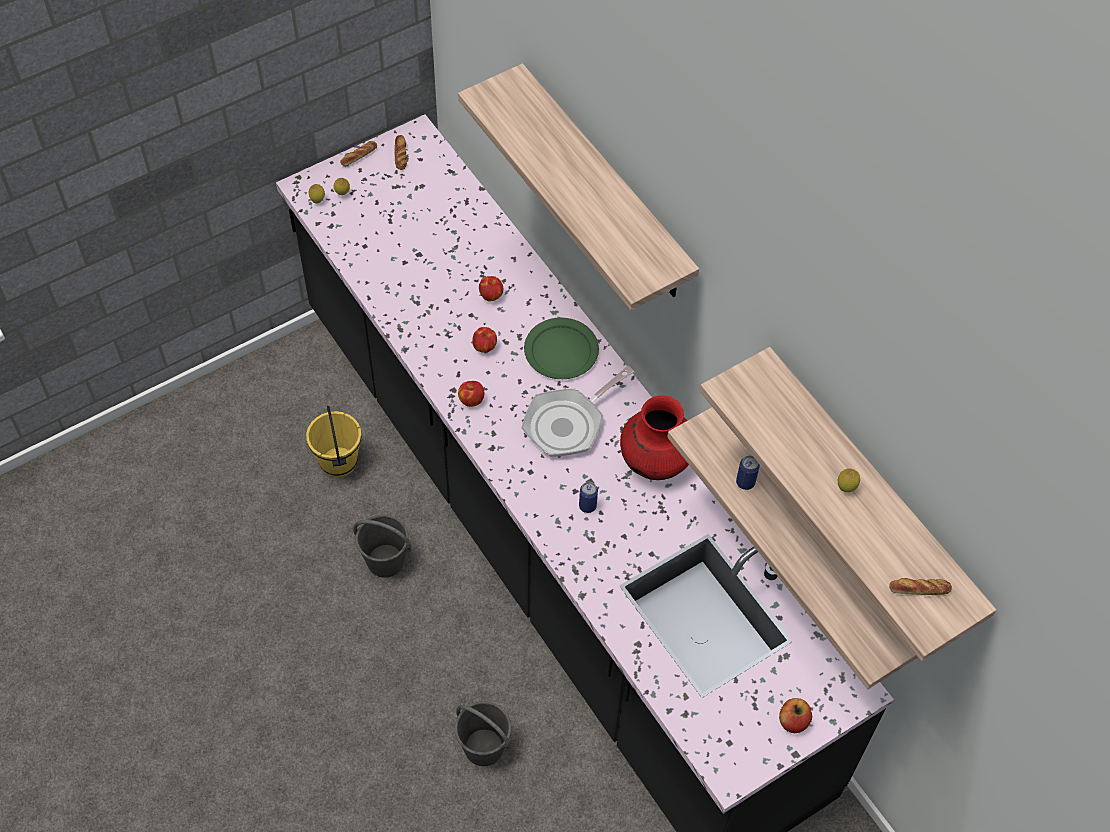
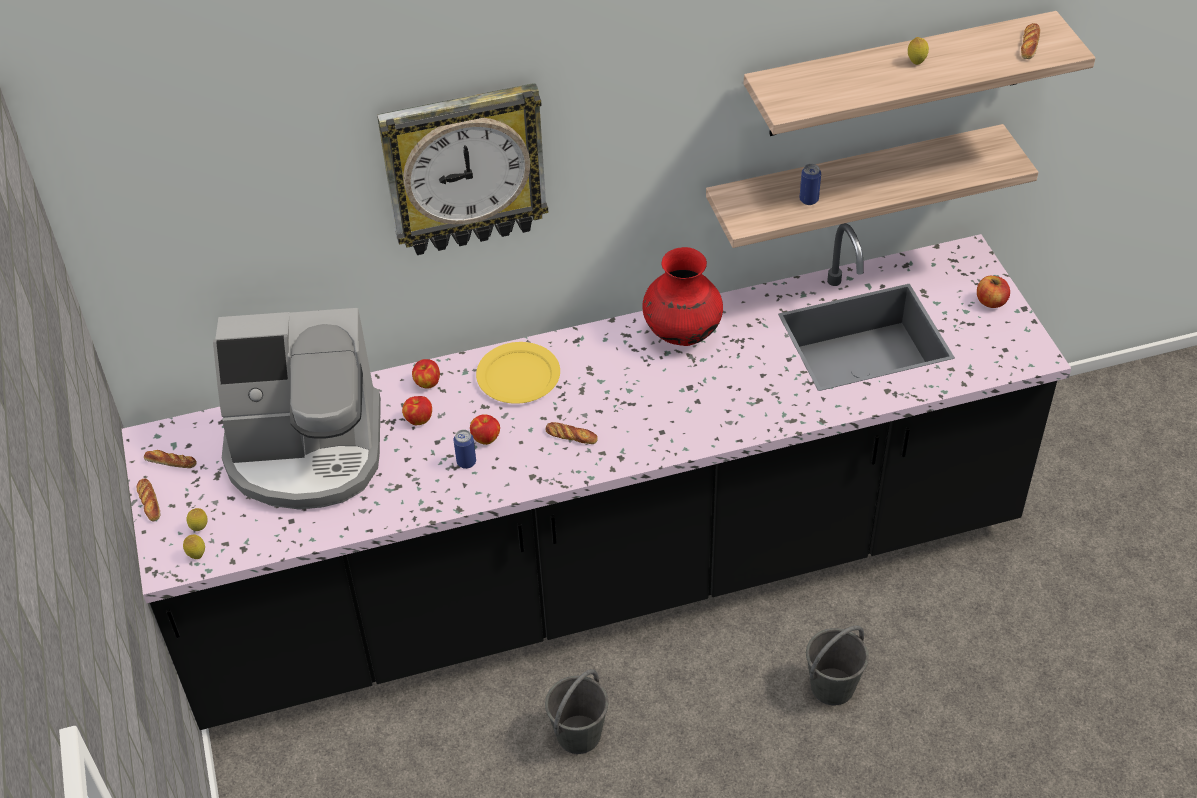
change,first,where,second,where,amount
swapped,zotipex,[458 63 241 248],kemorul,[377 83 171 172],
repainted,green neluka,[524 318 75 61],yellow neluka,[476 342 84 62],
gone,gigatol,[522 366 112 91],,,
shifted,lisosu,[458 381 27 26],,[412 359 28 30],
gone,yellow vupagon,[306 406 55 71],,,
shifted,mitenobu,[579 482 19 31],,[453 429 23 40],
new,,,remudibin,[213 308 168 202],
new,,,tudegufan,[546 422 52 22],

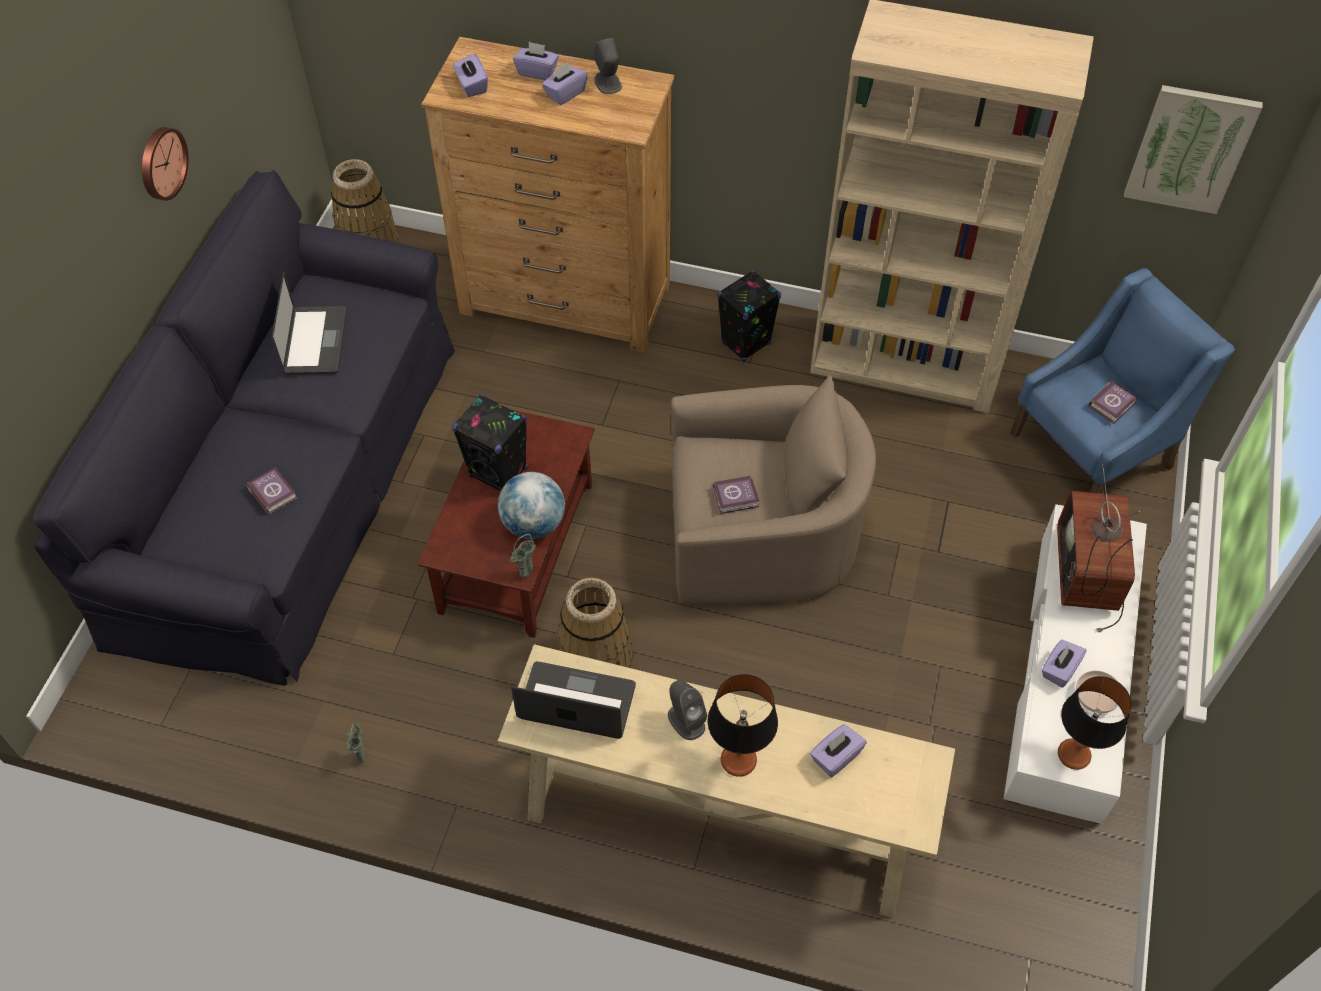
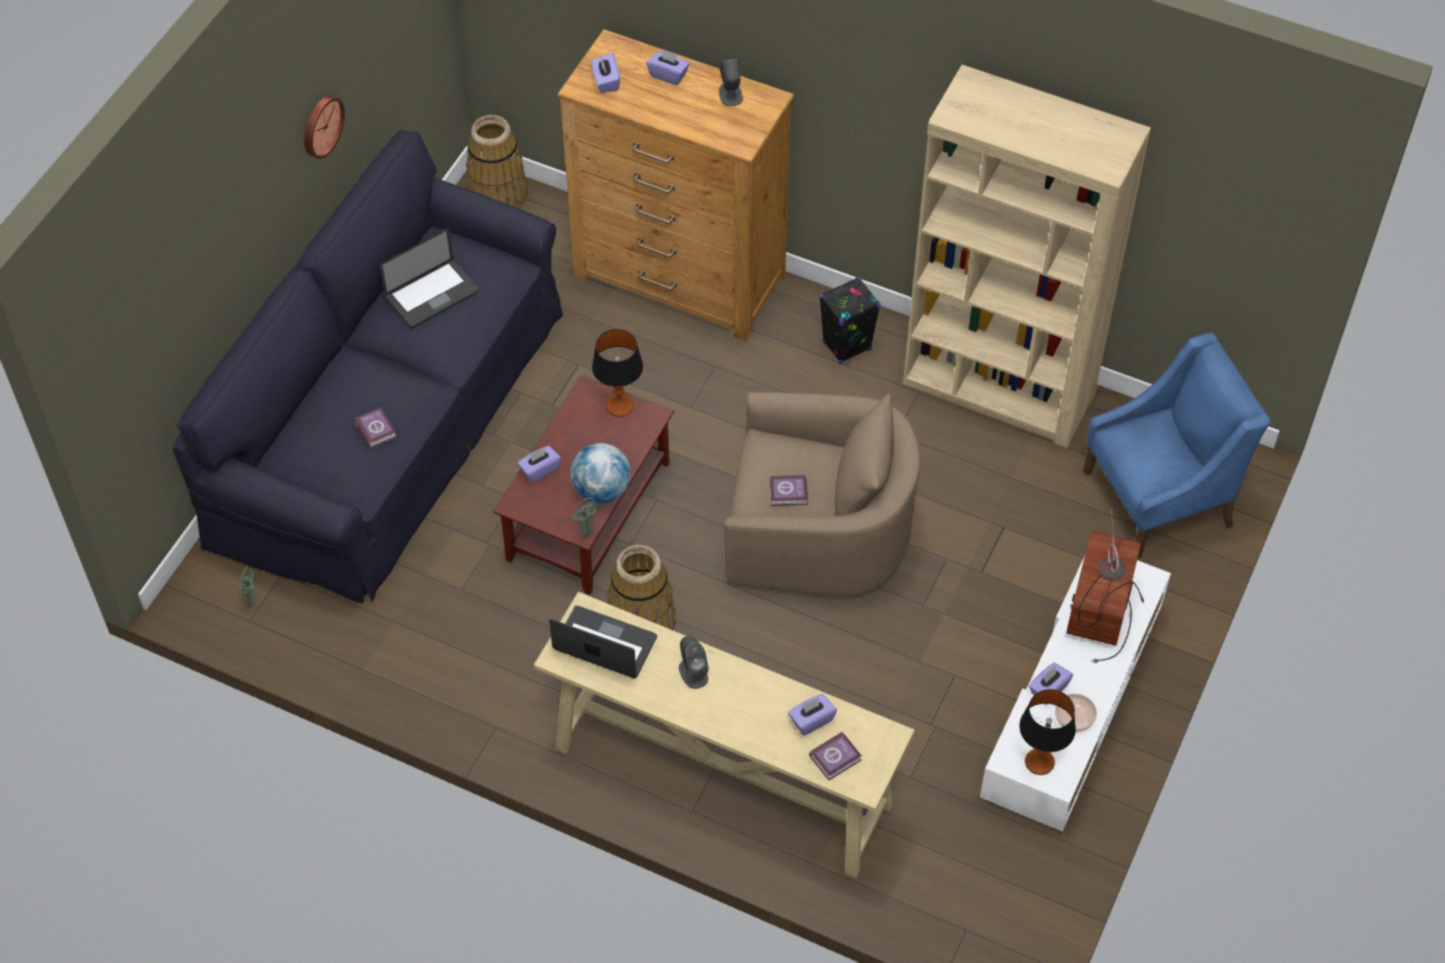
change,first,where,second,where,amount
shifted,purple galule,[542 62 46 43],,[518 446 43 37],
gone,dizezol,[1124 85 139 129],,,
rotated,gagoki,[272 272 75 103],,[380 228 99 100],45 degrees clockwise
shifted,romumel,[1088 380 50 44],,[809 731 53 50],
gone,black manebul,[452 394 75 97],,,
shifted,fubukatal,[708 674 70 103],,[592 329 51 88],
shifted,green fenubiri,[346 723 19 40],,[239 567 17 39],

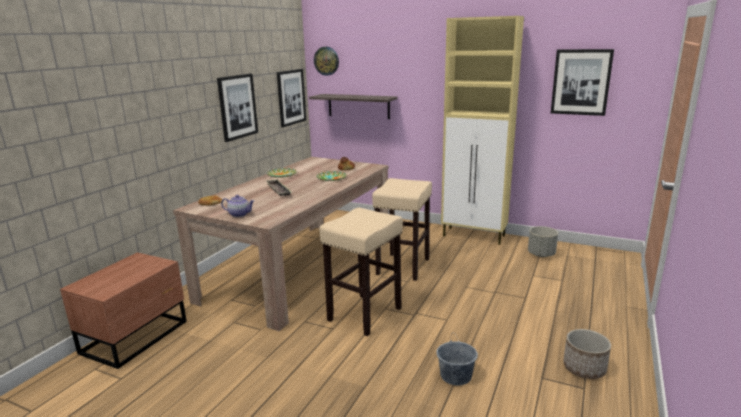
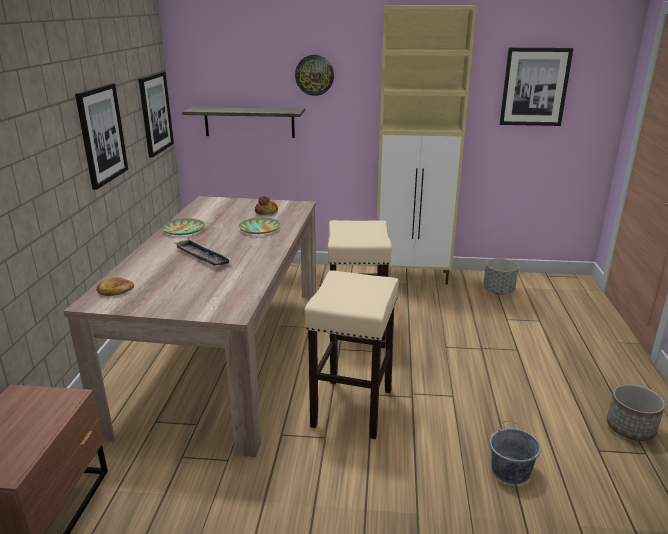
change,first,where,second,where,amount
shifted,kemorul,[314 47 25 29],,[295 55 39 41],
gone,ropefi,[221 195 33 22],,,

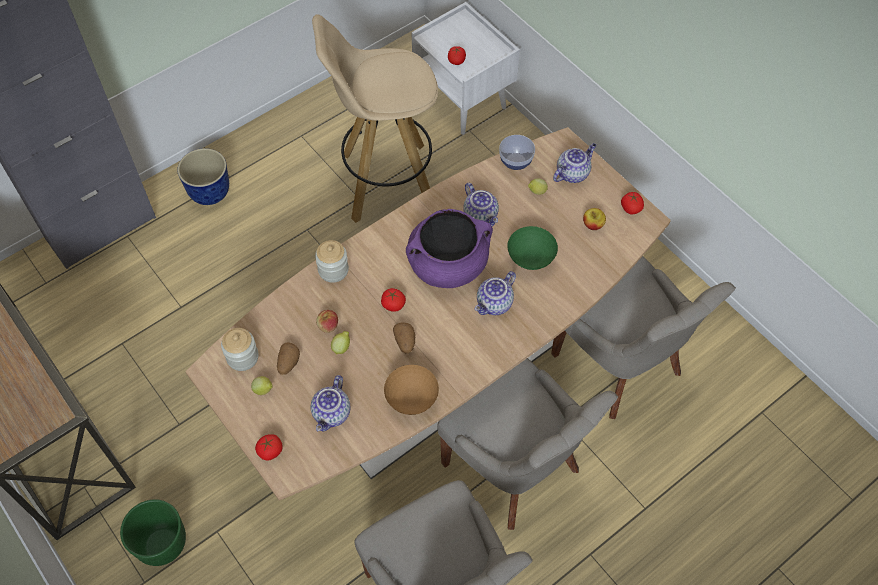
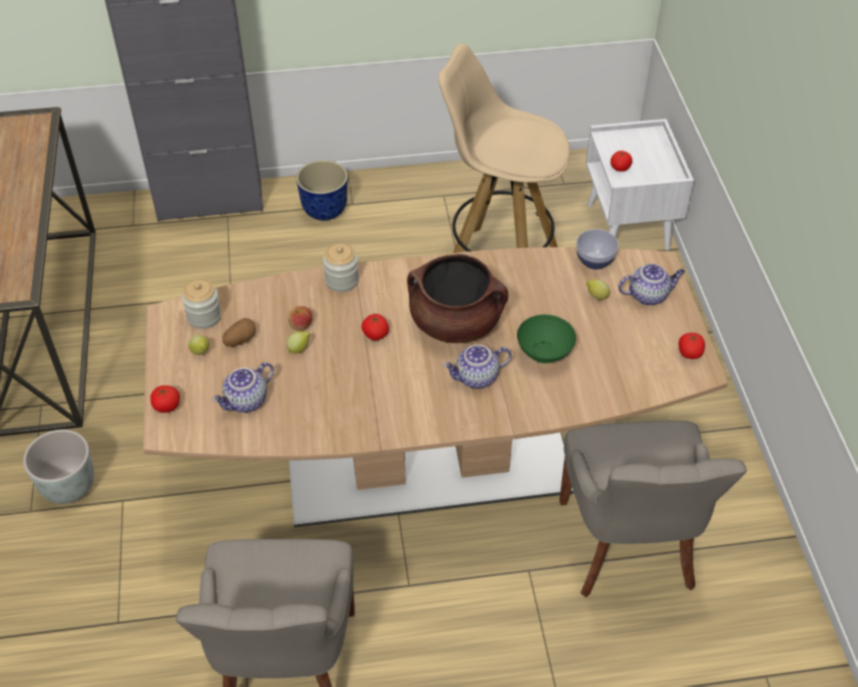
change,first,where,second,where,amount
gone,ropefi,[463 183 36 44],,,
gone,lisosu,[583 208 23 22],,,
repainted,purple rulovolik,[406 209 87 79],brown rulovolik,[407 254 101 89],
gone,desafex,[393 322 22 32],,,
gone,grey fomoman,[437 358 181 172],,,
gone,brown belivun,[384 365 55 50],,,
repainted,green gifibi,[120 499 66 67],grey gifibi,[23 430 71 74],

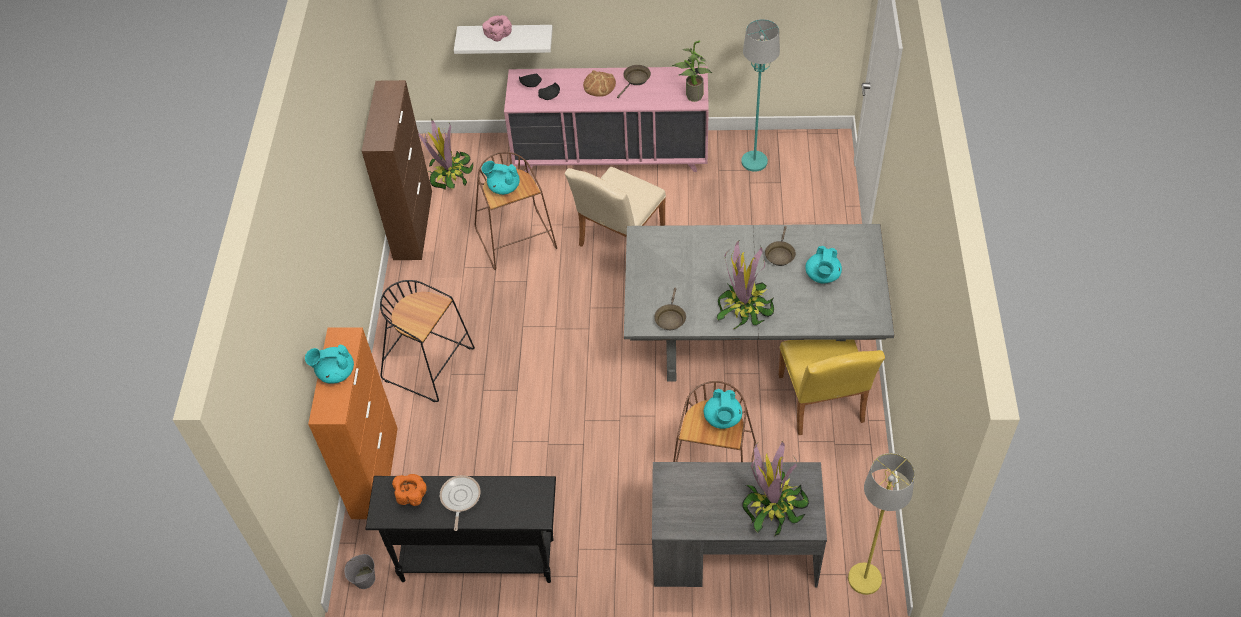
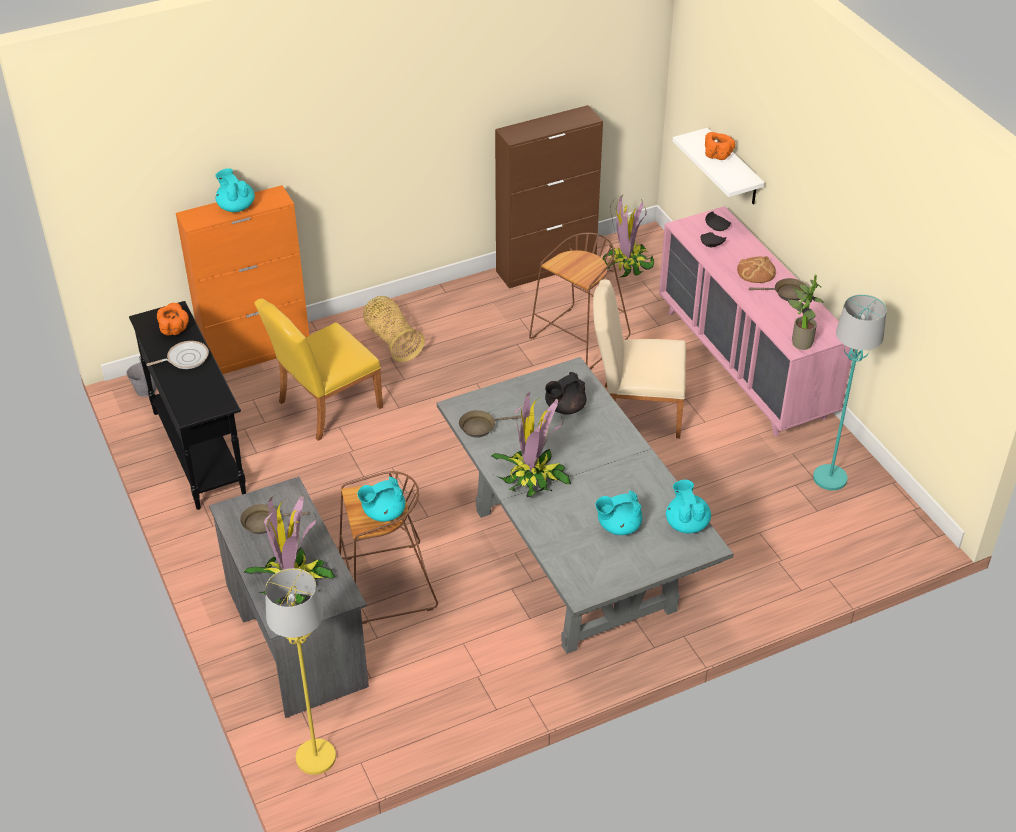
change,first,where,second,where,amount
repainted,pink belivun,[482 15 30 26],orange belivun,[705 132 30 28],
shifted,turquoise ropefi,[481 161 39 34],,[666 480 45 53],
shifted,brown gigatol,[765 226 31 40],,[240 504 69 30],
swapped,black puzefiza,[380 280 95 122],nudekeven,[363 296 62 66],
shifted,yellow fomoman,[779 340 106 95],,[254 298 129 143],
new,,,black ropefi,[545 372 41 42],

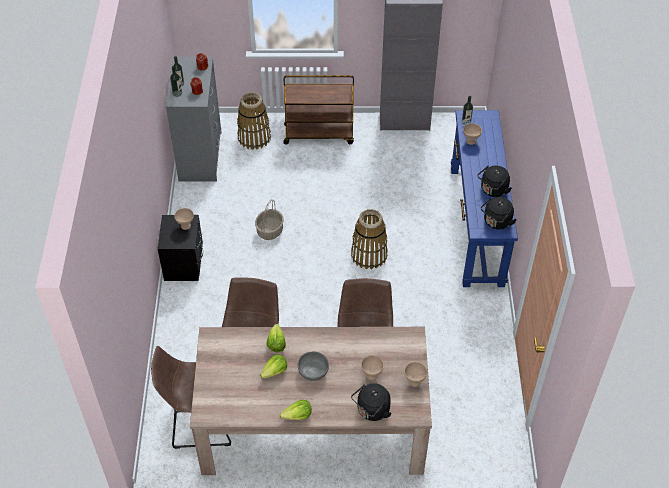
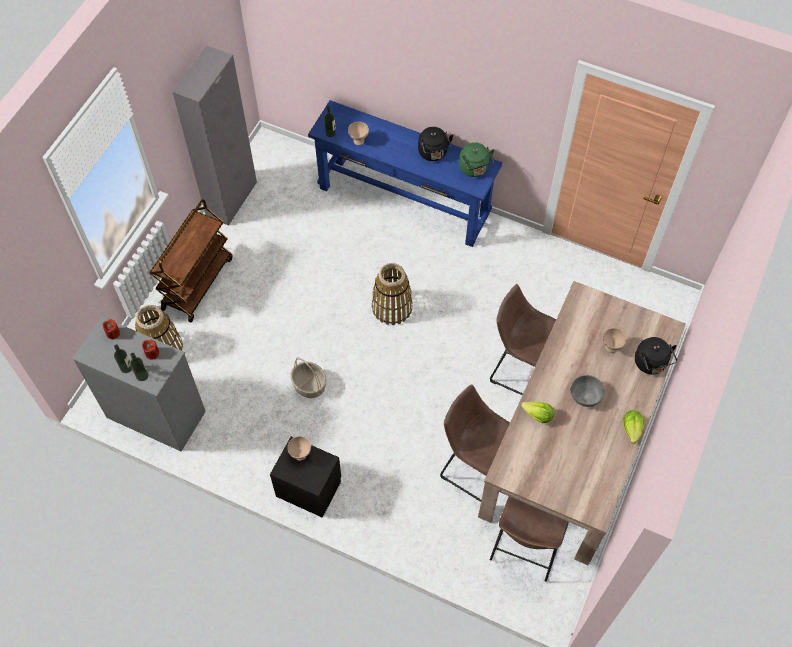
change,first,where,second,where,amount
repainted,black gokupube,[481 197 36 32],green gokupube,[459 142 36 35],
gone,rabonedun,[260 354 27 25],,,
gone,beige belivun,[404 362 23 25],,,

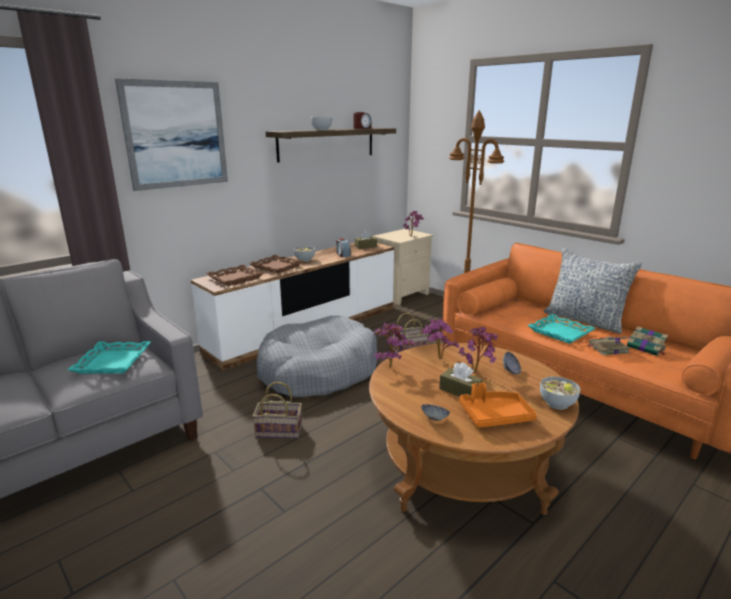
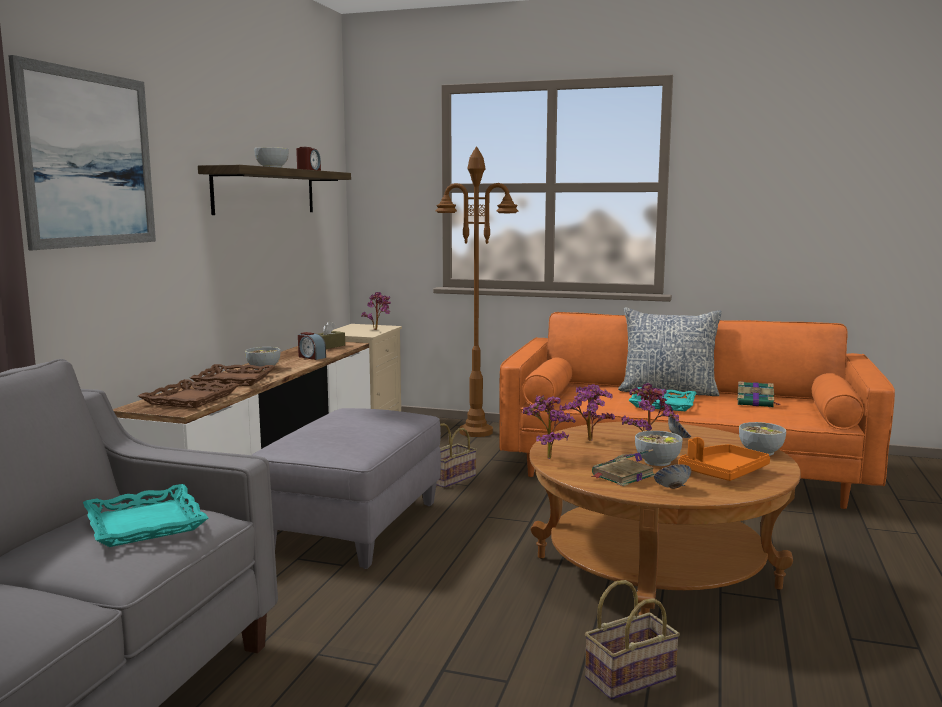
change,first,where,second,where,amount
swapped,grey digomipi,[257 316 121 81],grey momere,[252 408 189 161],
shifted,romumel,[586 337 45 18],,[591 449 64 37],
swapped,brown galule,[439 362 43 35],belivun,[635 431 48 35],
shifted,nudekeven,[253 381 49 58],,[585 580 95 120],

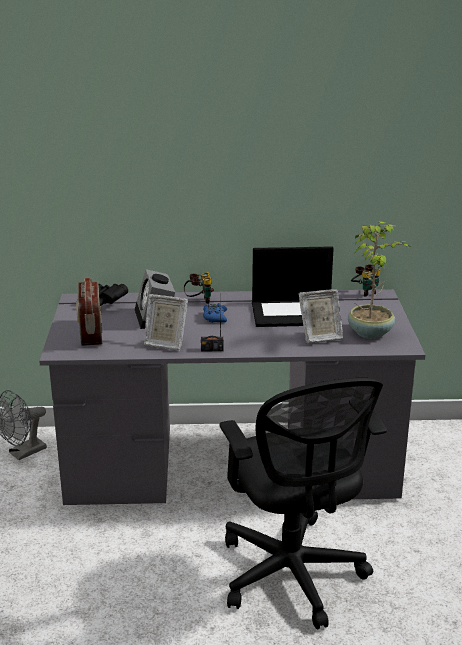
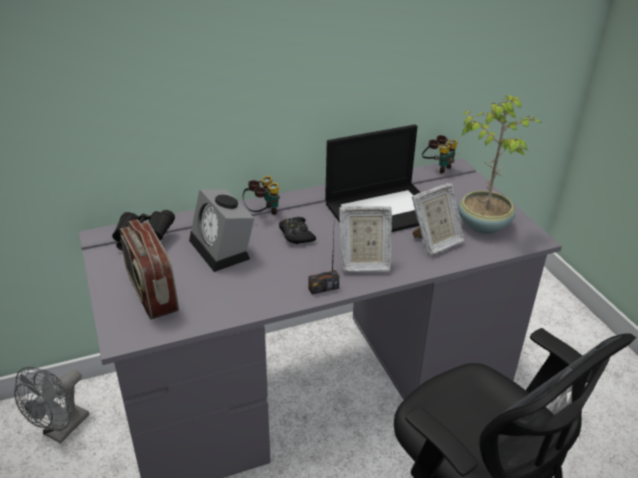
change,first,where,second,where,amount
shifted,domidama,[144 294 44 57],,[339 206 53 66],
repainted,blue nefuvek,[203 303 24 20],black nefuvek,[279 217 37 27],

